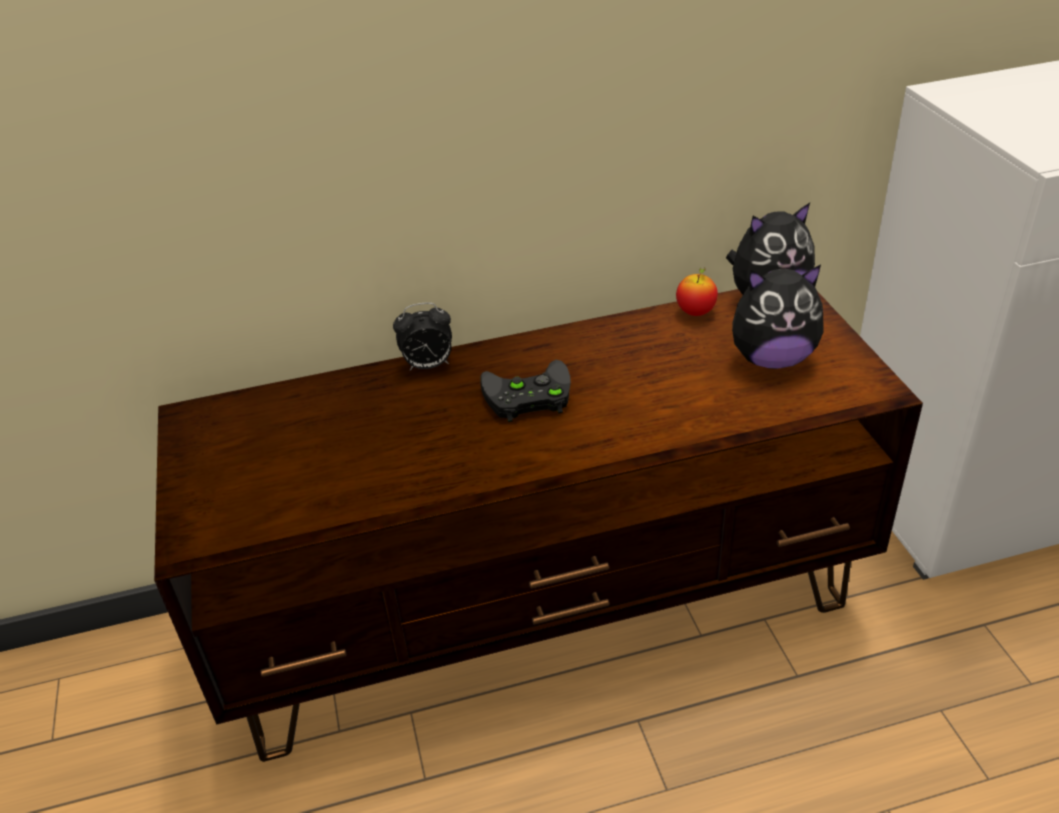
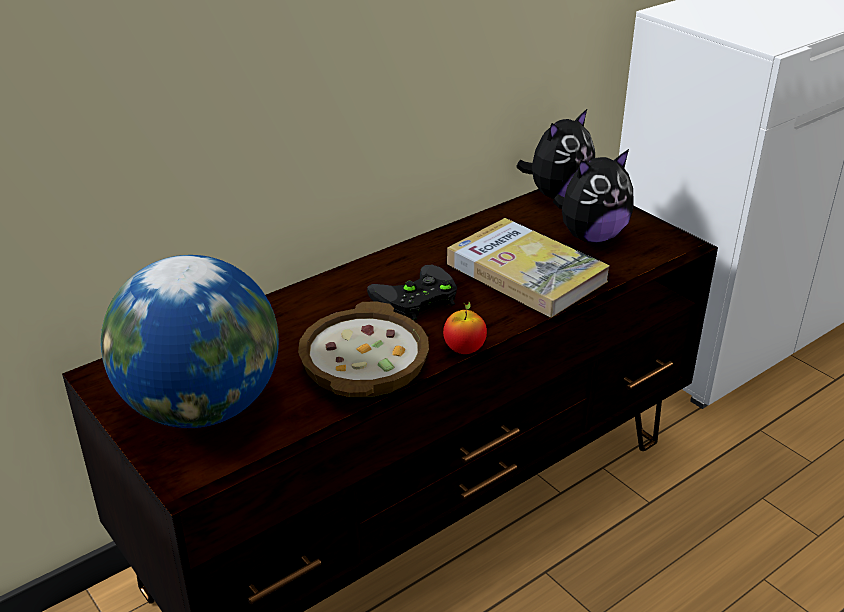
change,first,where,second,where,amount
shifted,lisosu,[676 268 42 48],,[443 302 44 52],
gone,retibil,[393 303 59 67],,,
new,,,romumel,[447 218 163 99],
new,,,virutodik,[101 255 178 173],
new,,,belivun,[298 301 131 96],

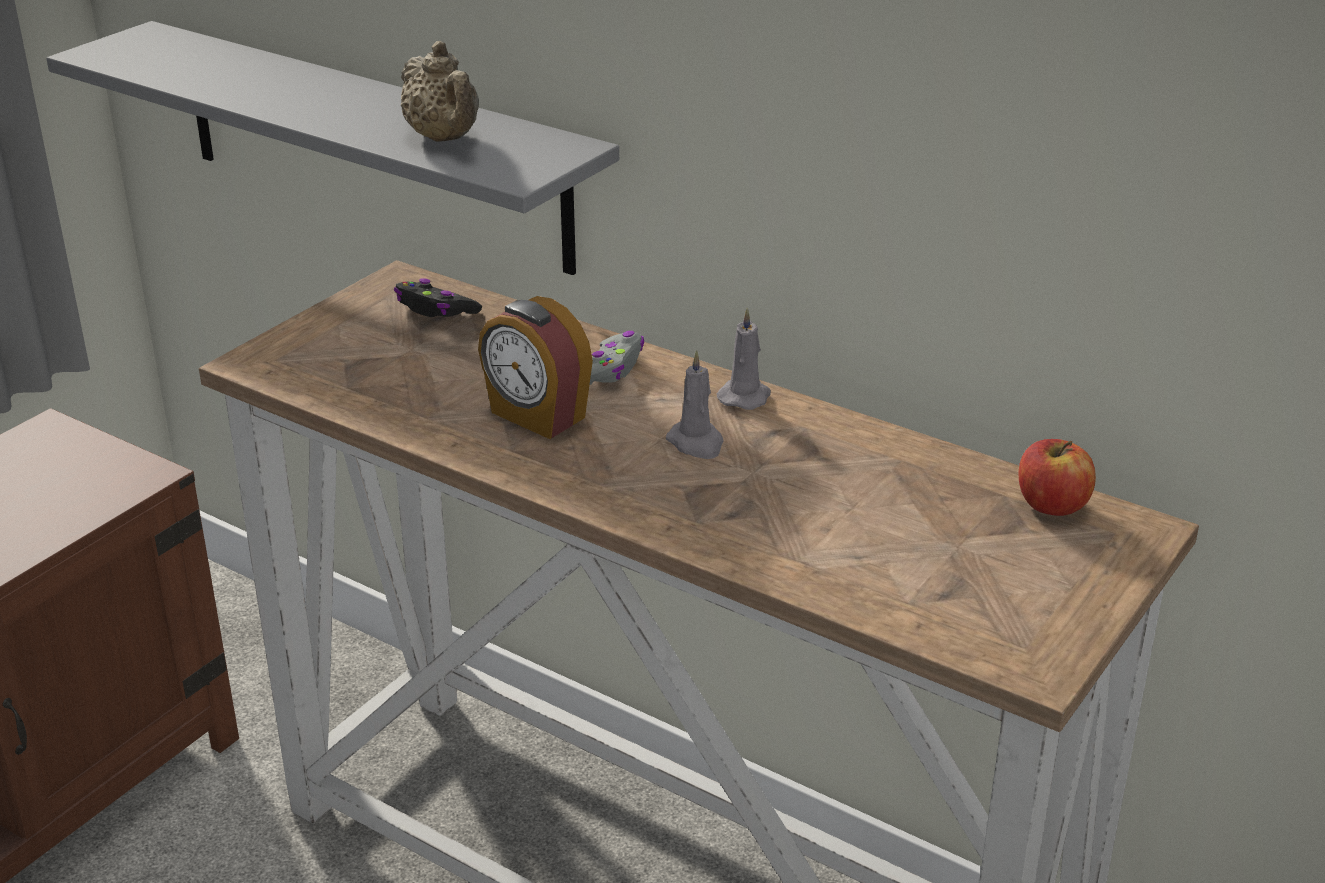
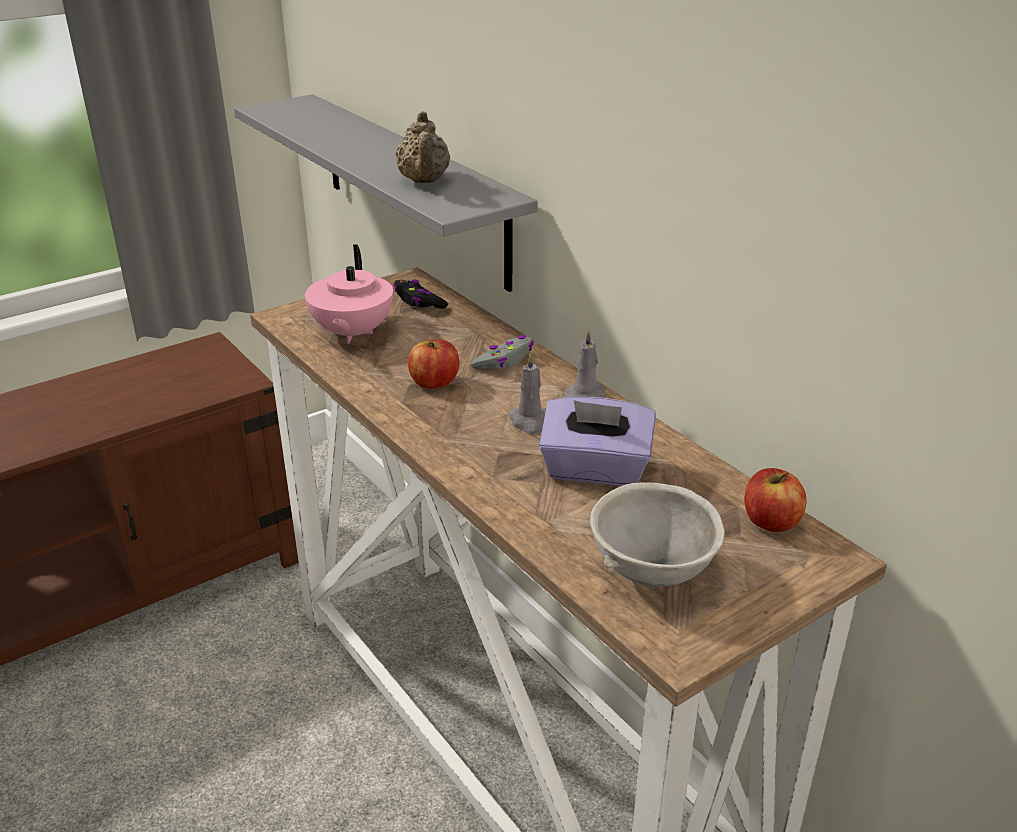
change,first,where,second,where,amount
swapped,retibil,[478 296 115 143],lisosu,[408 340 52 49],
new,,,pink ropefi,[305 244 88 100],
new,,,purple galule,[539 397 117 89],
new,,,grey belivun,[590 482 135 105],

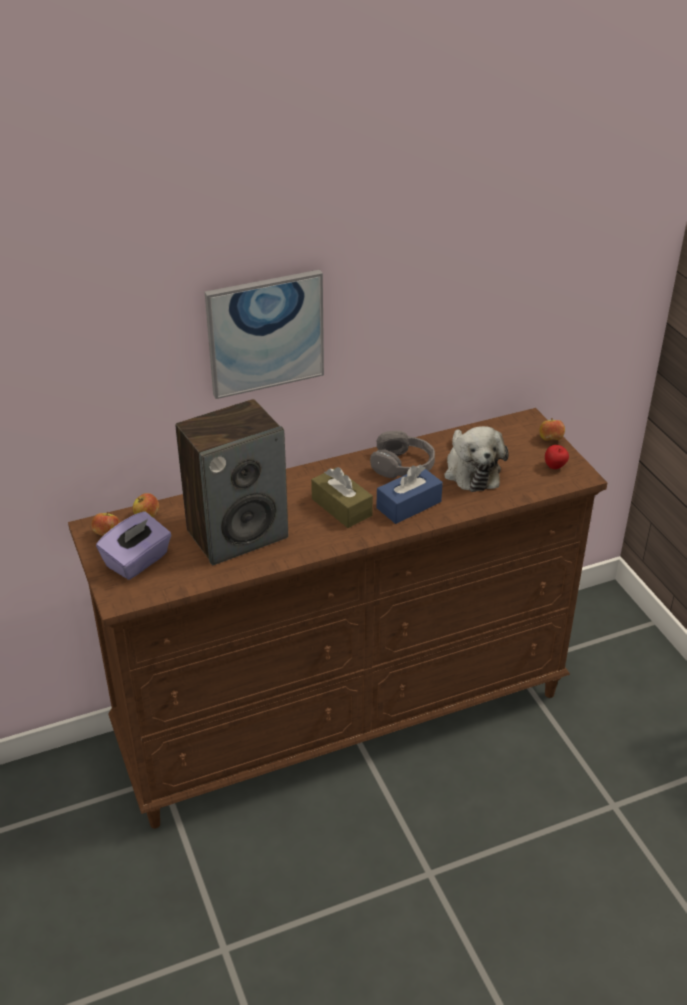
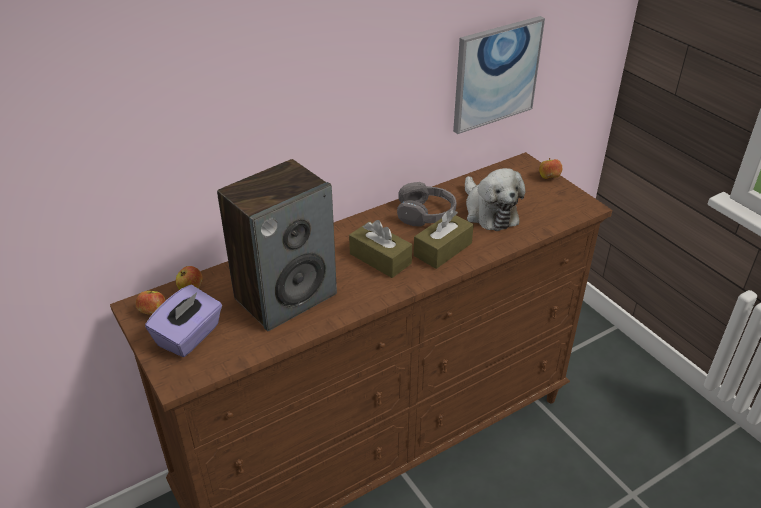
change,first,where,second,where,amount
shifted,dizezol,[205 270 119 129],,[453 16 92 118],
gone,lisosu,[545 445 24 24],,,
repainted,blue galule,[376 465 67 59],brown galule,[413 210 61 59],

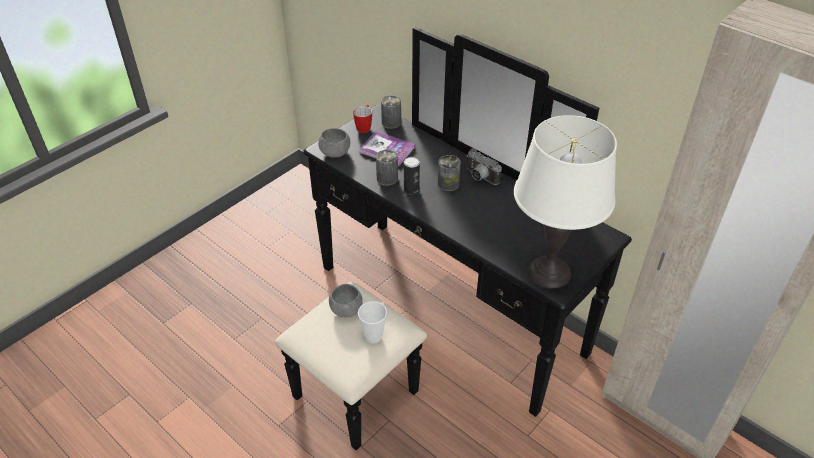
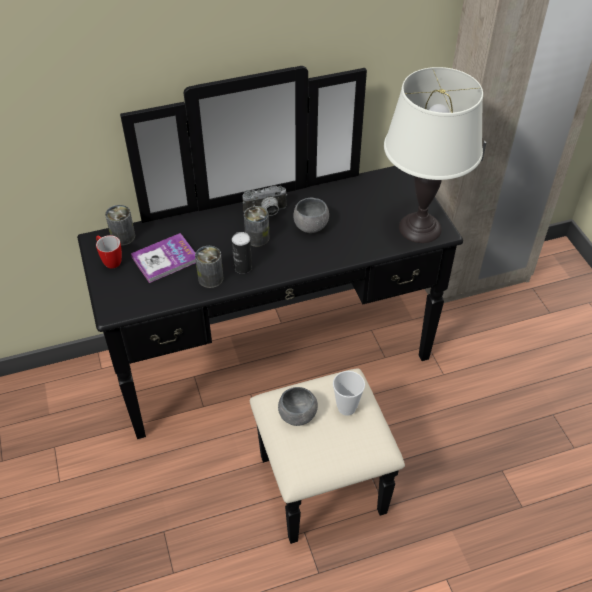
change,first,where,second,where,amount
shifted,grey belivun,[318 128 32 30],,[293 198 36 35],

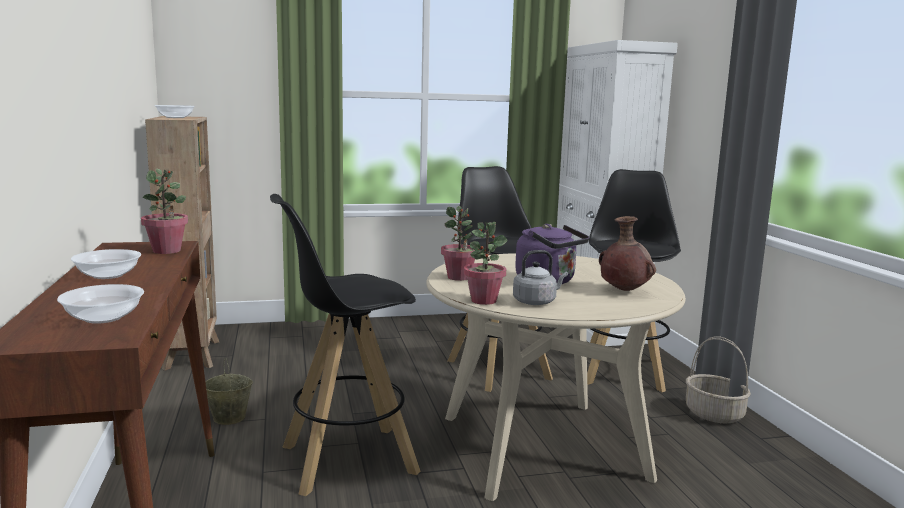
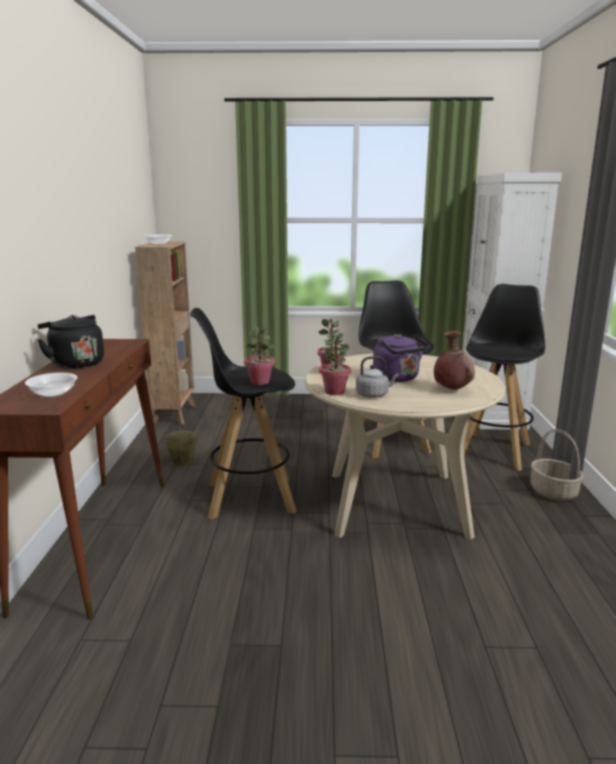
change,first,where,second,where,amount
shifted,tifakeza,[141 169 47 85],,[244 327 31 58],
swapped,belivun,[71 249 70 30],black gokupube,[38 315 66 54],

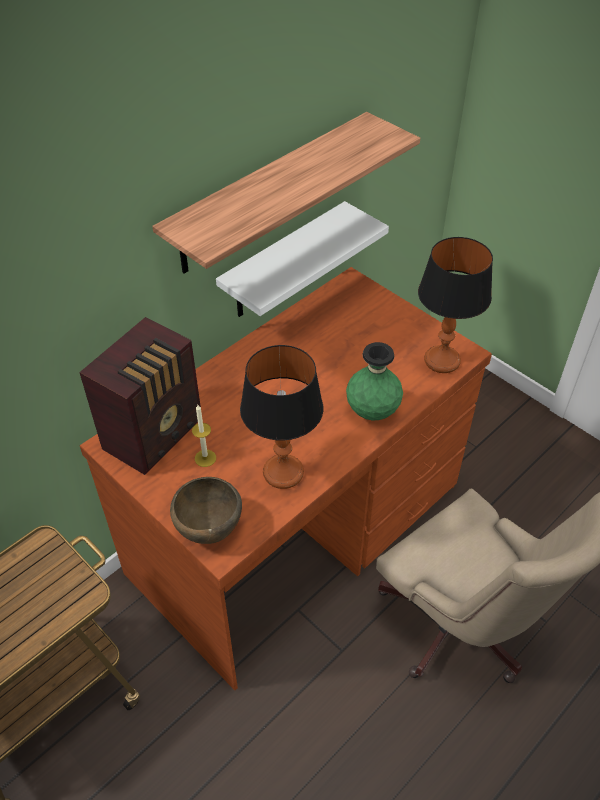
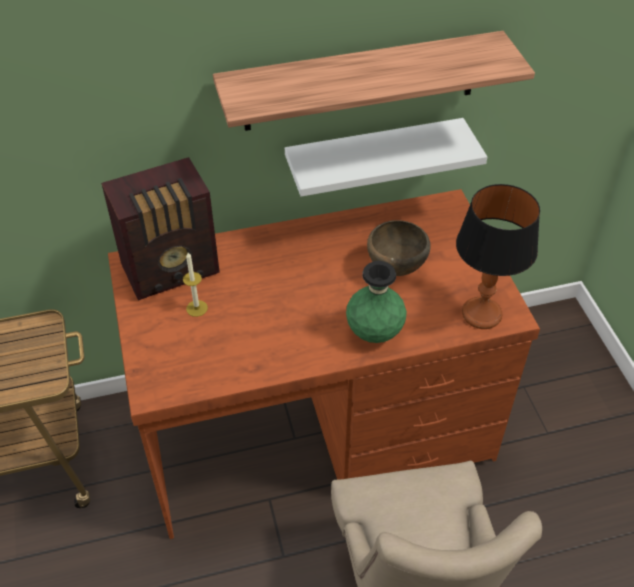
change,first,where,second,where,amount
gone,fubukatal,[240 345 83 144],,,
shifted,brown belivun,[170 477 72 67],,[367 220 64 56],

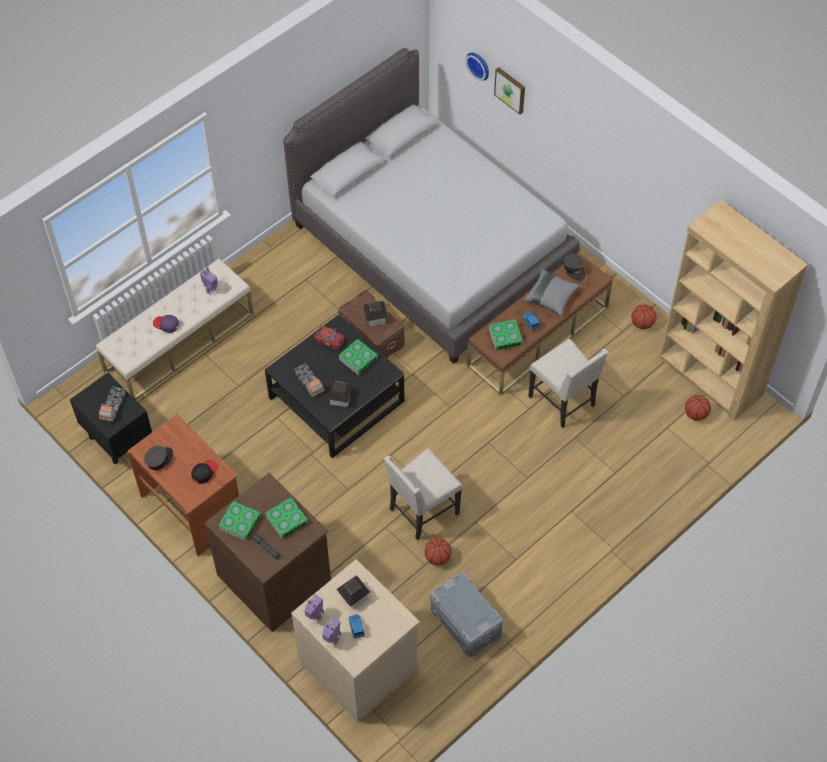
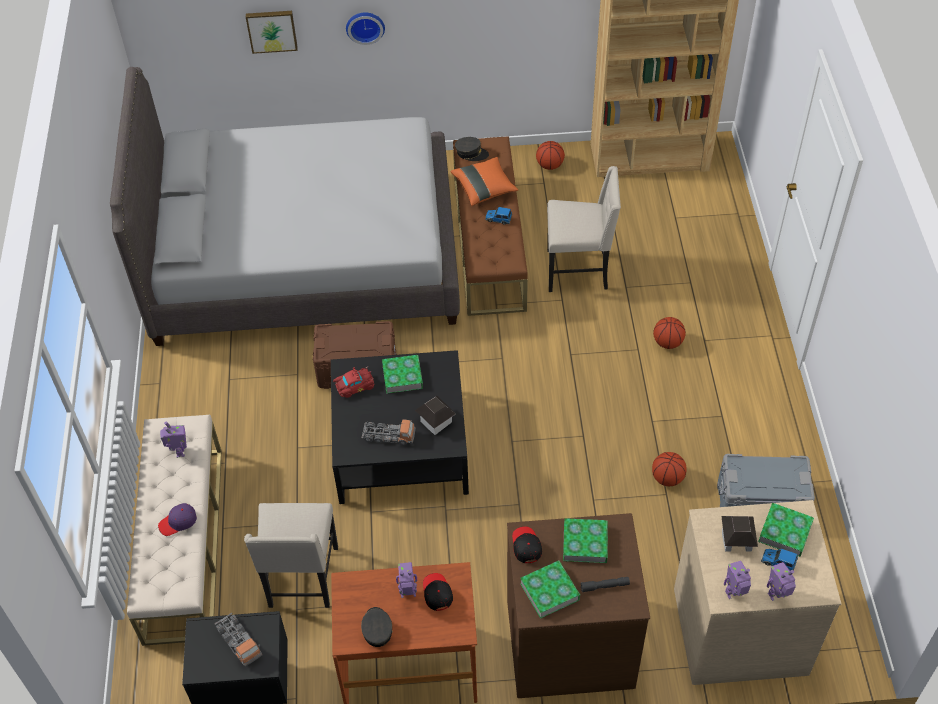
change,first,where,second,where,amount
shifted,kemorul,[466 53 23 28],,[346 12 39 33],
repainted,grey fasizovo,[523 269 56 47],orange fasizovo,[451 157 67 49],
gone,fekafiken,[363 301 25 25],,,
shifted,romumel,[489 319 34 32],,[758 503 56 54],
shifted,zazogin,[685 395 26 26],,[653 317 33 32],
shifted,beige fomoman,[384 448 78 92],,[244 503 94 105],
new,,,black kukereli,[512 526 30 37],
new,,,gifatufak,[396 562 21 36],

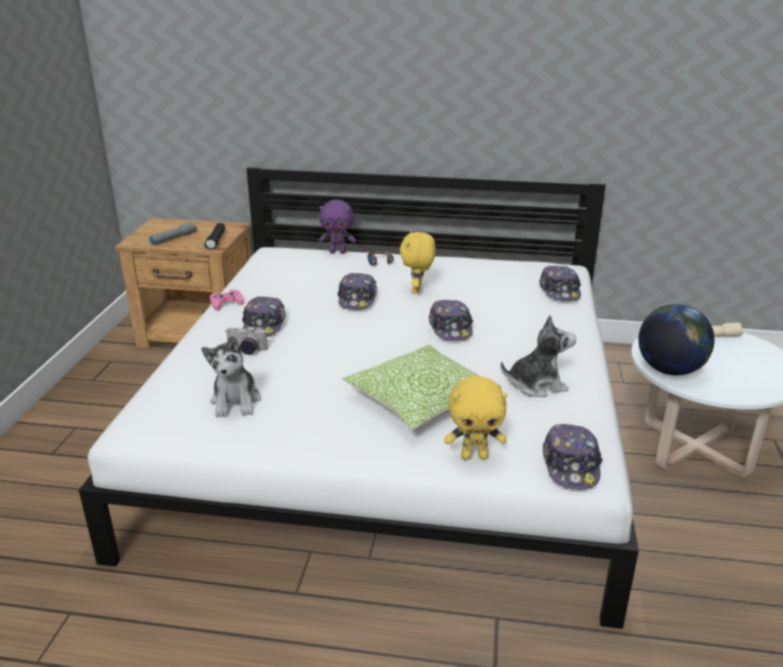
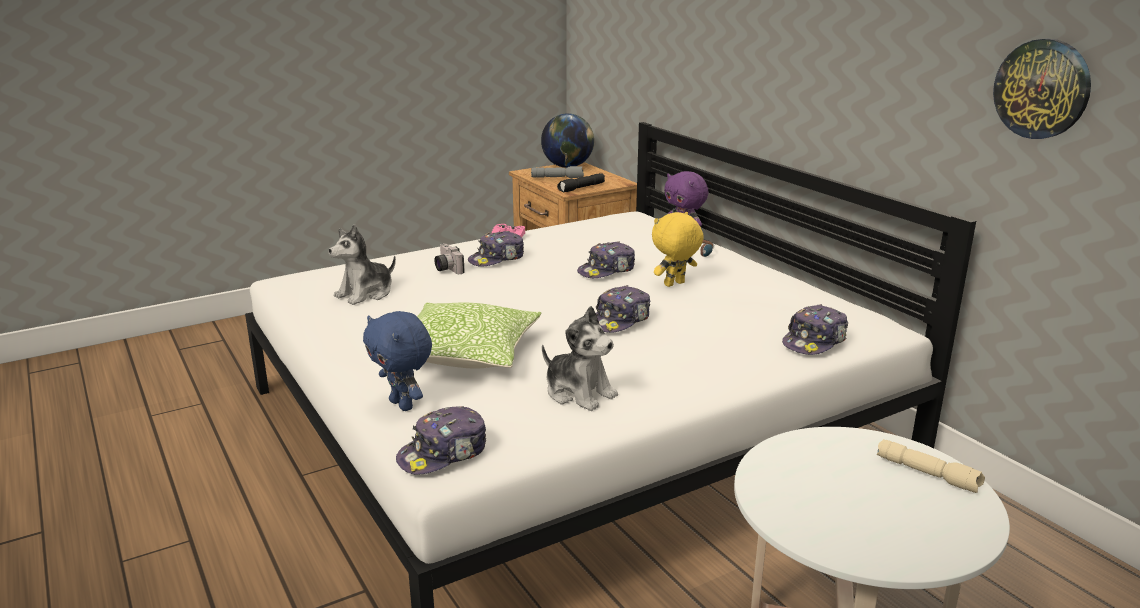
change,first,where,second,where,amount
shifted,virutodik,[638 304 77 71],,[541 113 53 55],
repainted,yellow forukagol,[444 376 63 84],blue forukagol,[363 311 69 100],
new,,,kemorul,[993 39 98 100],

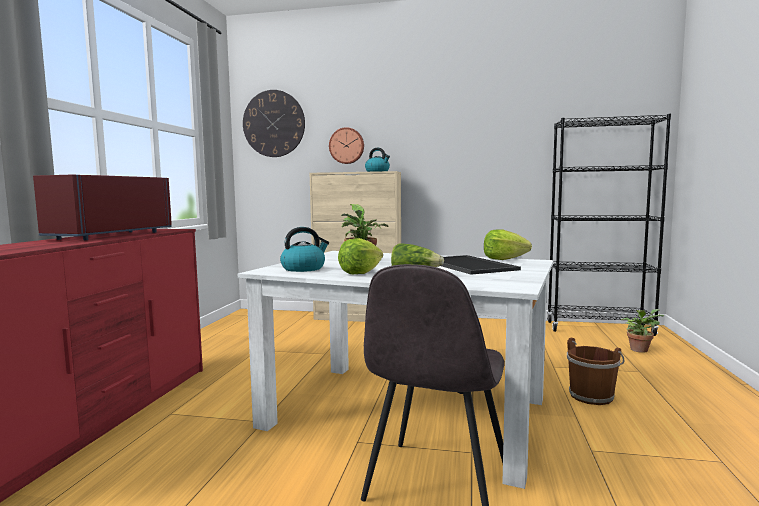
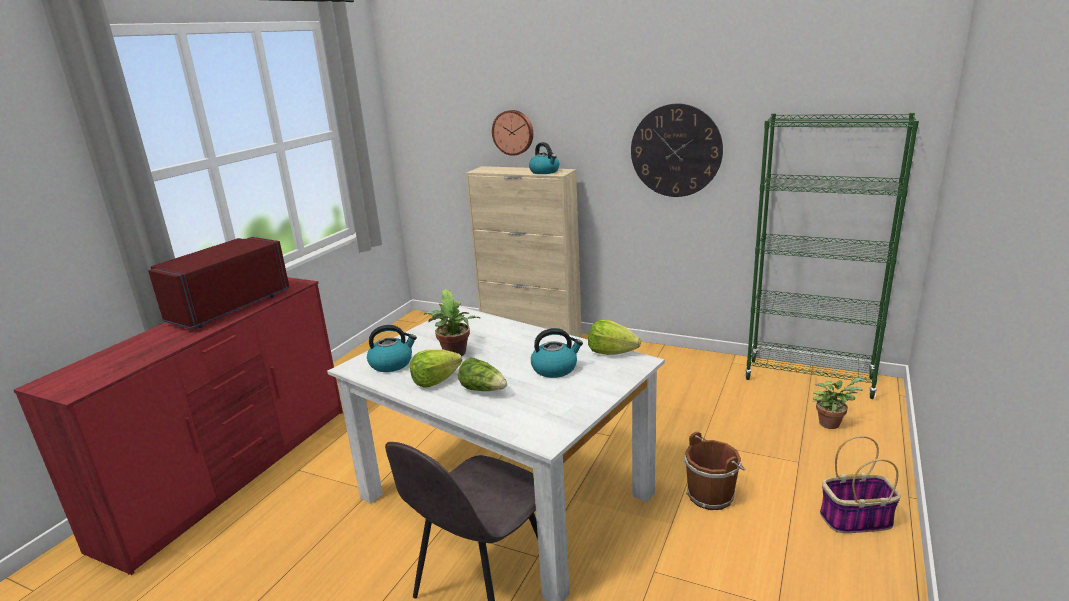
change,first,where,second,where,amount
shifted,kemorul,[243 90 62 67],,[631 104 92 93],
repainted,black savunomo,[547 114 124 222],green savunomo,[745 113 174 286],
swapped,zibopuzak,[441 255 80 20],gokupube,[531 328 52 50],
new,,,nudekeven,[820 436 81 97],

